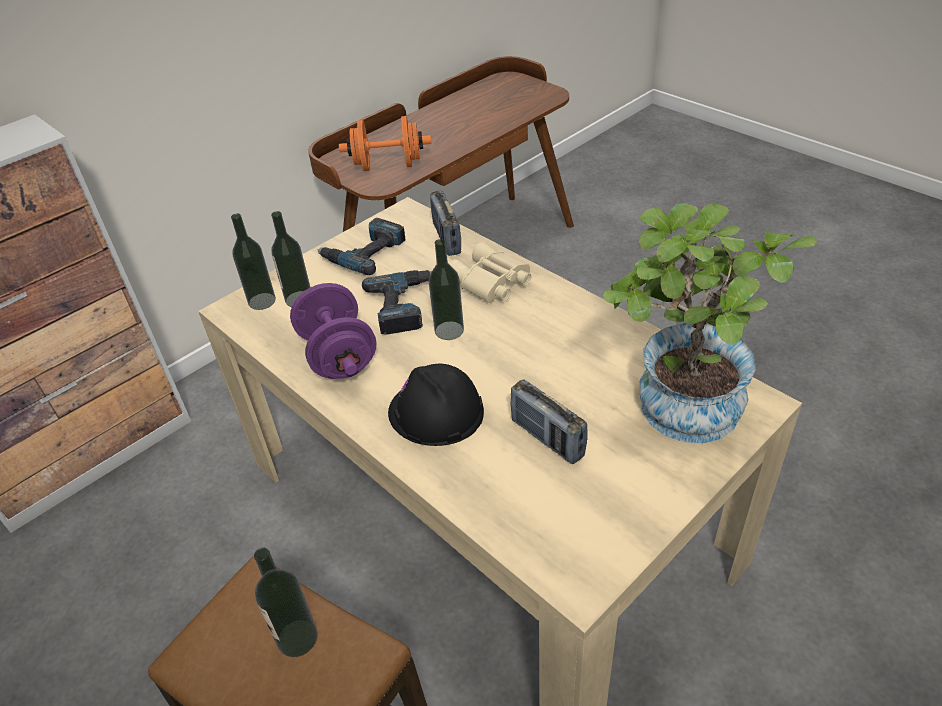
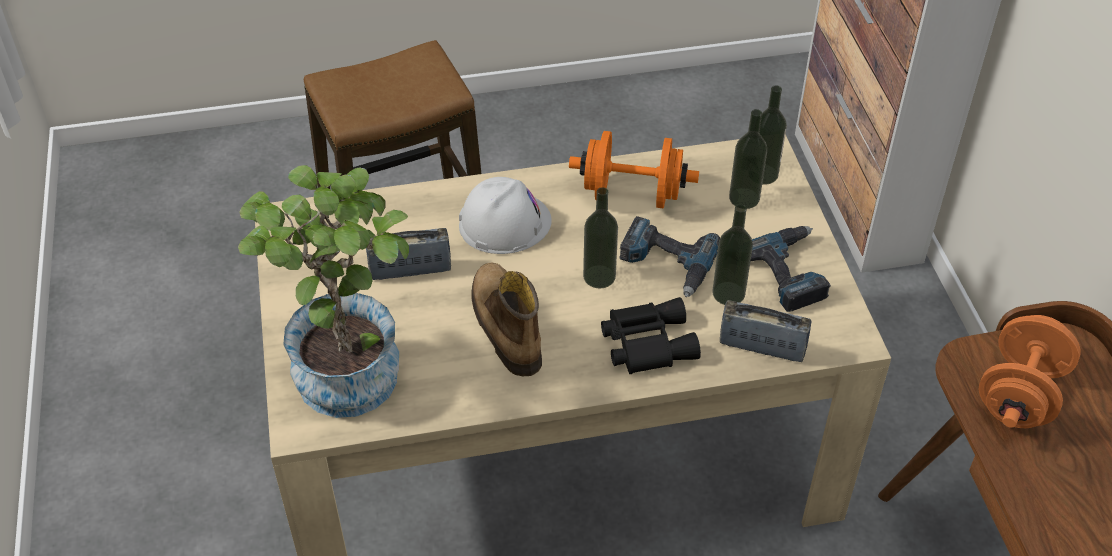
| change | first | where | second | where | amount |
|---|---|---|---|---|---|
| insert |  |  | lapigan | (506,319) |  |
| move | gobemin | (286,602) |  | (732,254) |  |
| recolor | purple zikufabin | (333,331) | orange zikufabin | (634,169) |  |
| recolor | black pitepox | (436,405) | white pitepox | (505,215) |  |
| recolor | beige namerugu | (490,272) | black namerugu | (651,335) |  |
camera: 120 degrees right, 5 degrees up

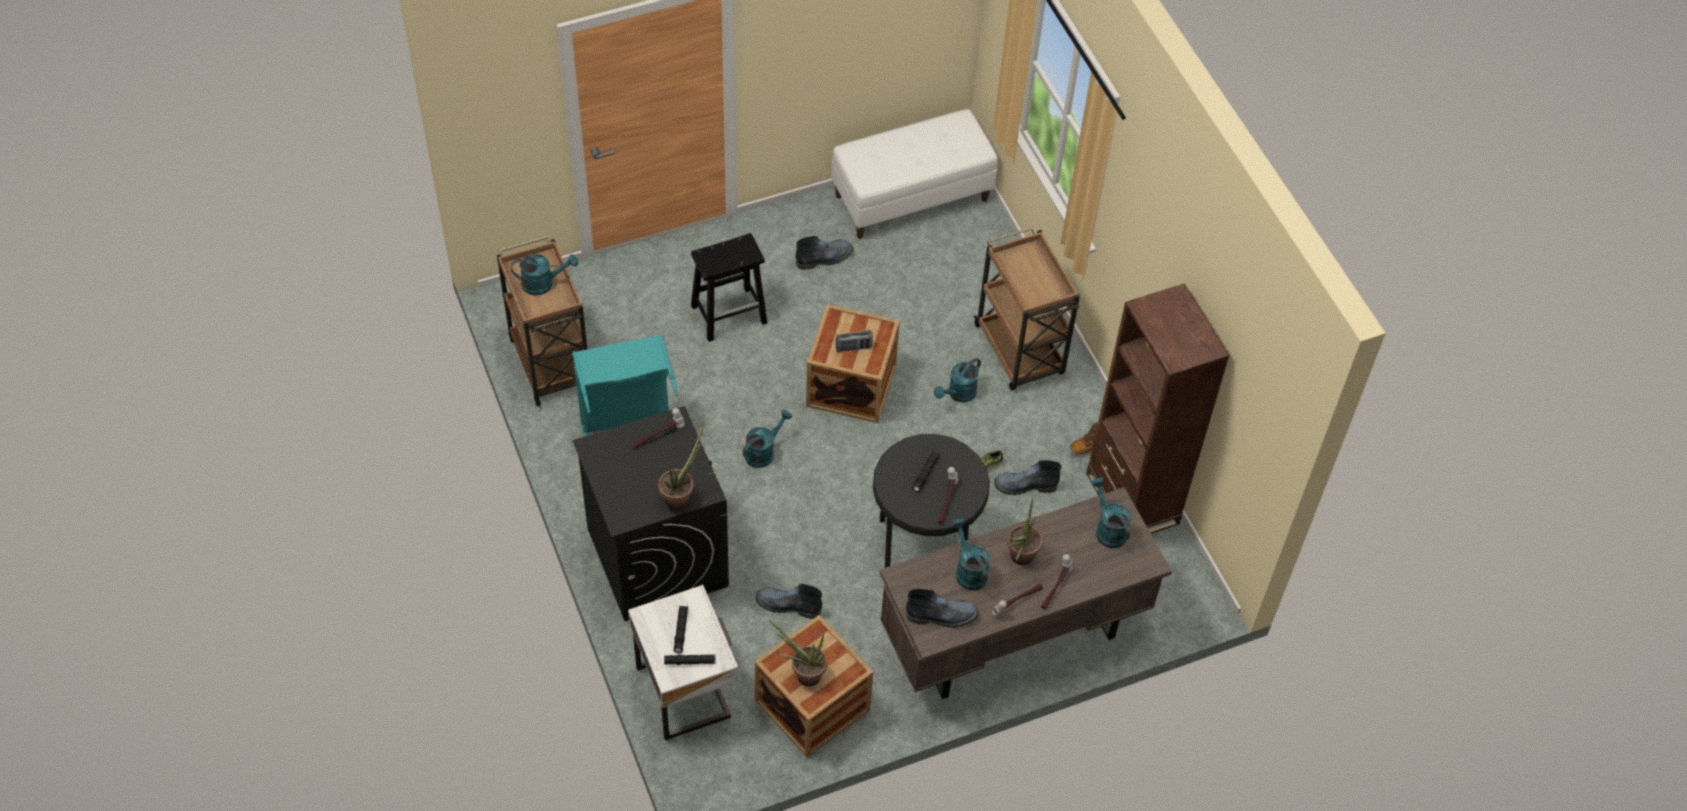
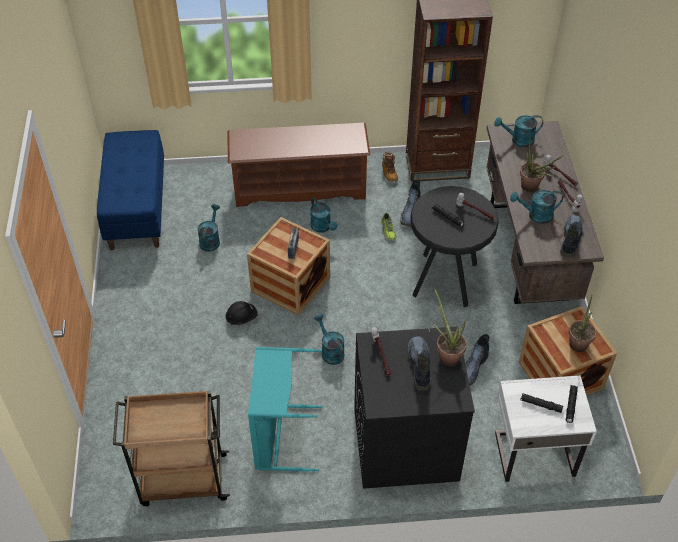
| change | first | where | second | where | amount |
|---|---|---|---|---|---|
| delete | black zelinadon | (729,287) |  |  |  |
| insert |  |  | black pitepox | (241,313) |  |
| move | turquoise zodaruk | (544,275) |  | (209,228) |  |
| move | lapigan | (824,253) |  | (419,363) |  |
| replace | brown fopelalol | (1027,308) | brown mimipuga | (298,165) |  |
| recolor | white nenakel | (914,174) | blue nenakel | (130,190) |  |
camera: 70 degrees left, 5 degrees down

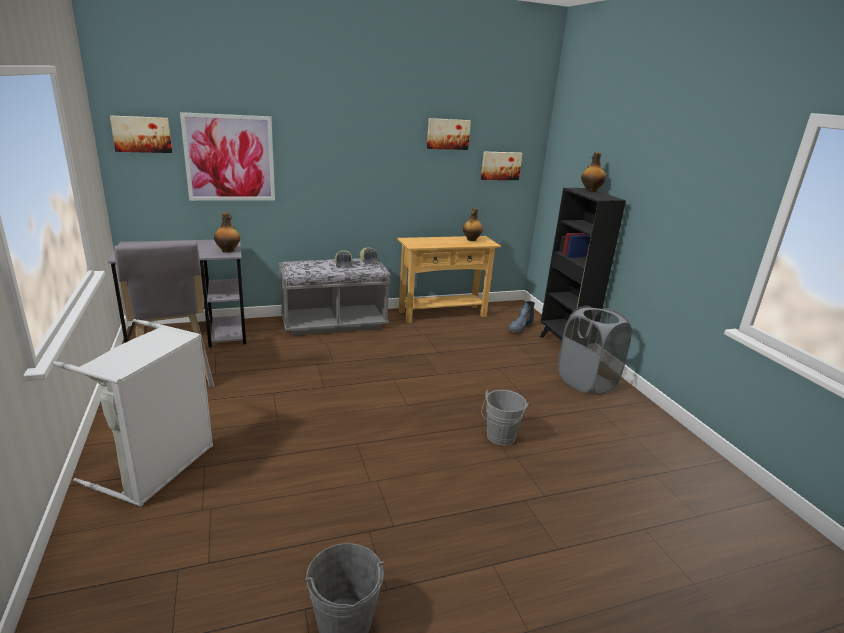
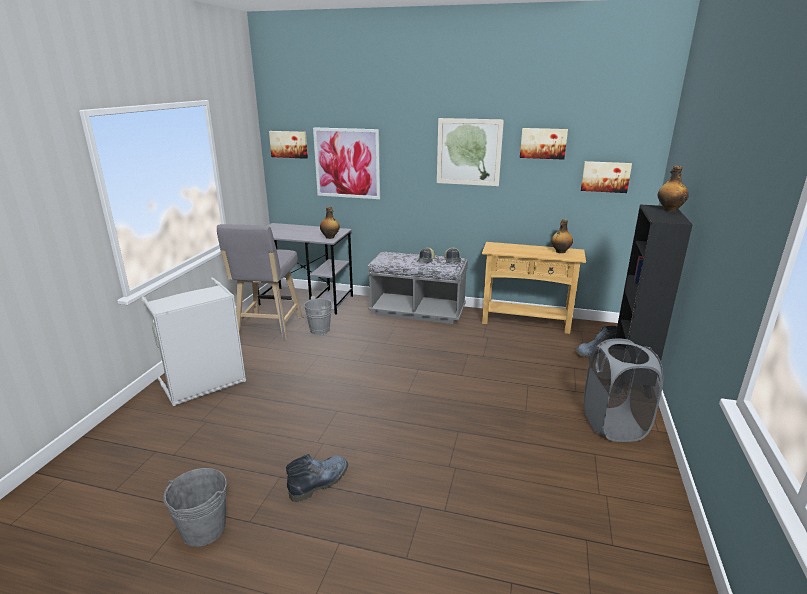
| change | first | where | second | where | amount |
|---|---|---|---|---|---|
| insert |  |  | lapigan | (317,478) |  |
| insert |  |  | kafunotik | (470,152) |  |
| move | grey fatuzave | (505,417) |  | (316,315) |  |
camera: 35 degrees right, 0 degrees up

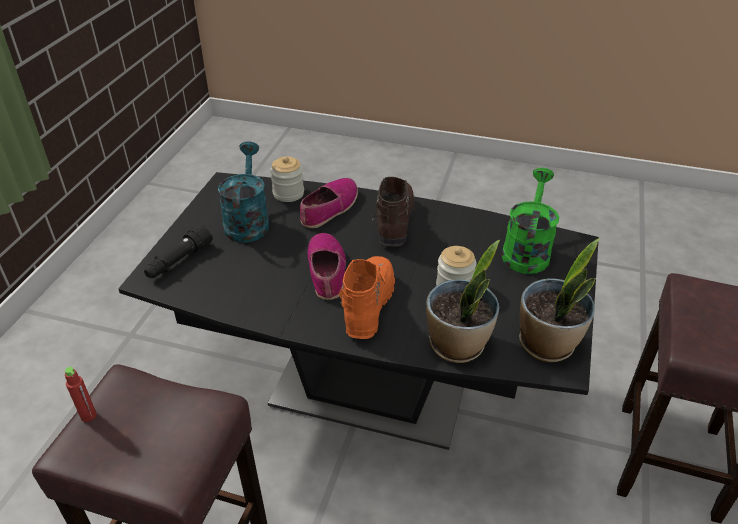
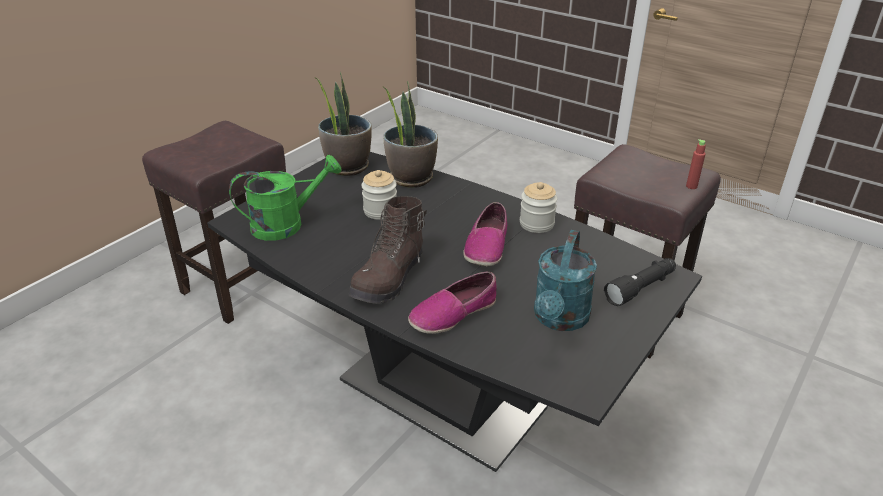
| change | first | where | second | where | amount |
|---|---|---|---|---|---|
| delete | orange lapigan | (367,297) |  |  |  |
| move | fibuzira | (287,179) |  | (539,207) |  |
| rotate | green zodaruk | (530,221) |  | (285,198) | 150 degrees counterclockwise |
camera: 160 degrees left, 5 degrees down

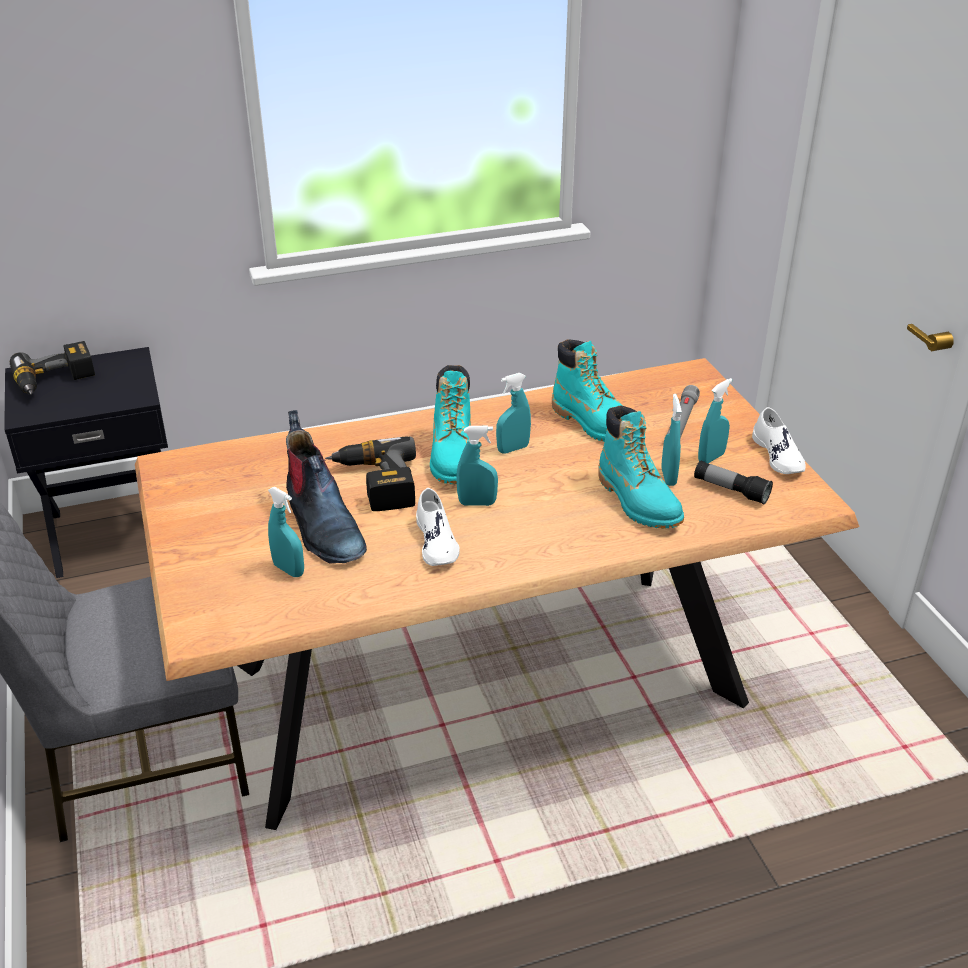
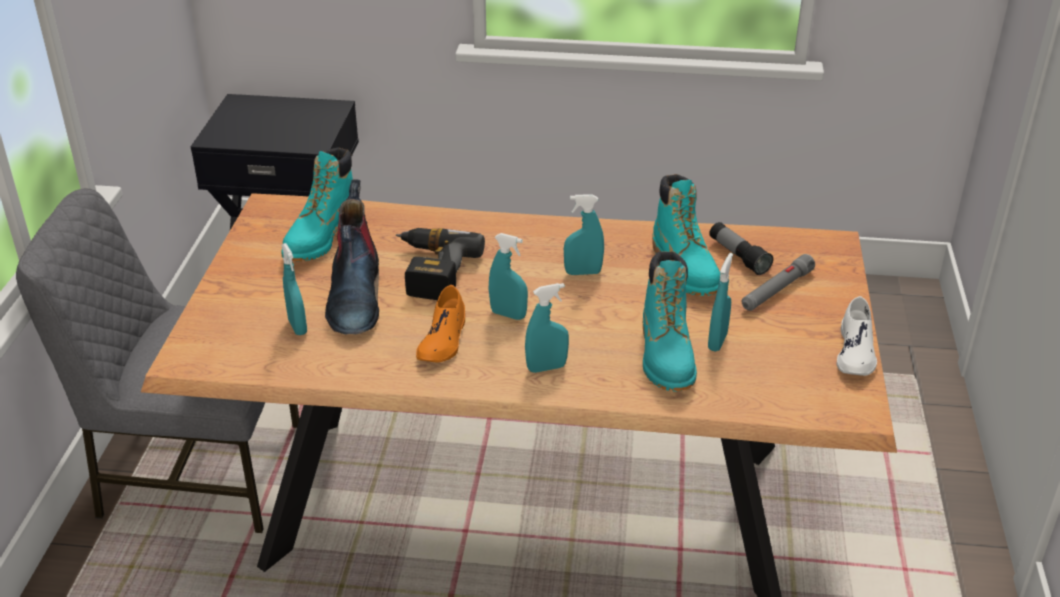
| change | first | where | second | where | amount |
|---|---|---|---|---|---|
| delete | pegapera | (52,368) |  |  |  |
| move | turquoise lapigan | (450,424) |  | (317,204) |  |
| move | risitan | (733,483) |  | (741,248) |  |
| move | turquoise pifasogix | (715,420) |  | (547,328) |  |
| recolor | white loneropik | (438,527) | orange loneropik | (440,323) |  |
camera: 25 degrees right, 0 degrees up

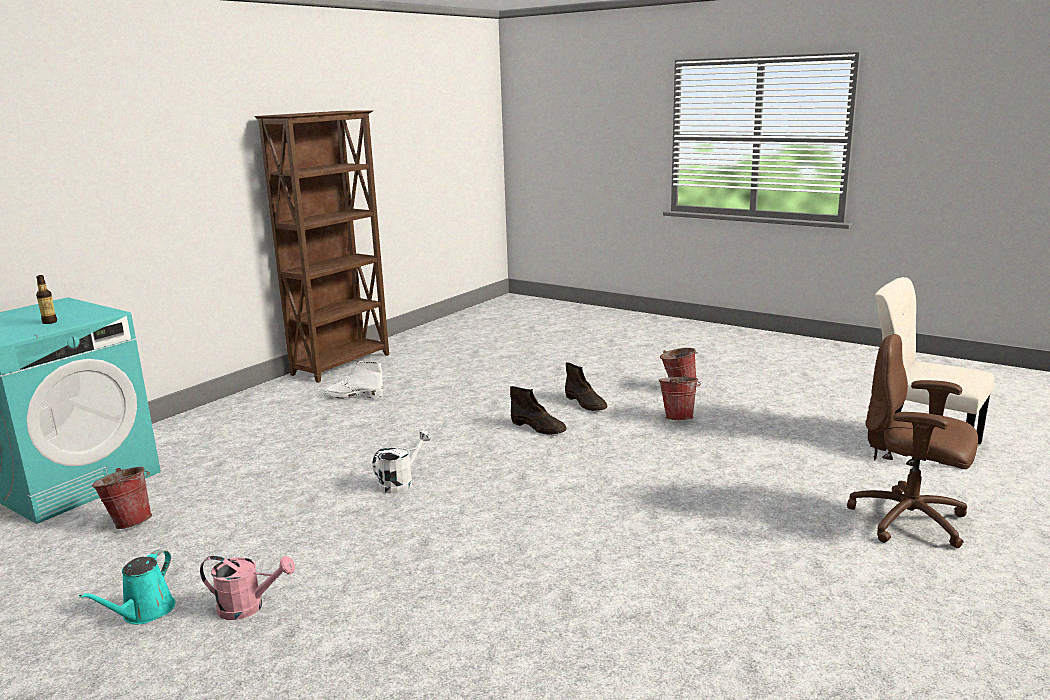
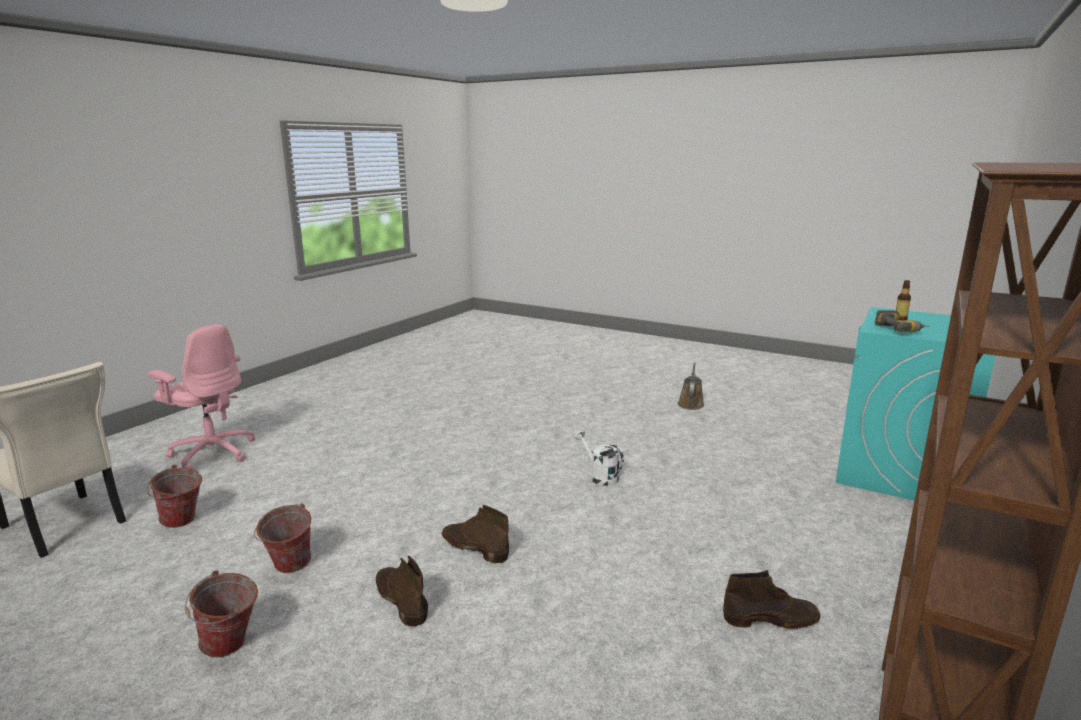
| change | first | where | second | where | amount |
|---|---|---|---|---|---|
| delete | pink zodaruk | (247,588) |  |  |  |
| insert |  |  | pegapera | (902,321) |  |
| move | fatuzave | (122,498) |  | (174,496) |  |
| recolor | turquoise zodaruk | (127,587) | brown zodaruk | (691,386) |  |
| recolor | white lapigan | (354,380) | brown lapigan | (771,599) |  |
| recolor | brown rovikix | (912,441) | pink rovikix | (201,396) |  |
| rotate | white zodaruk | (401,462) |  | (599,458) | 105 degrees clockwise |
camera: 175 degrees right, 0 degrees up

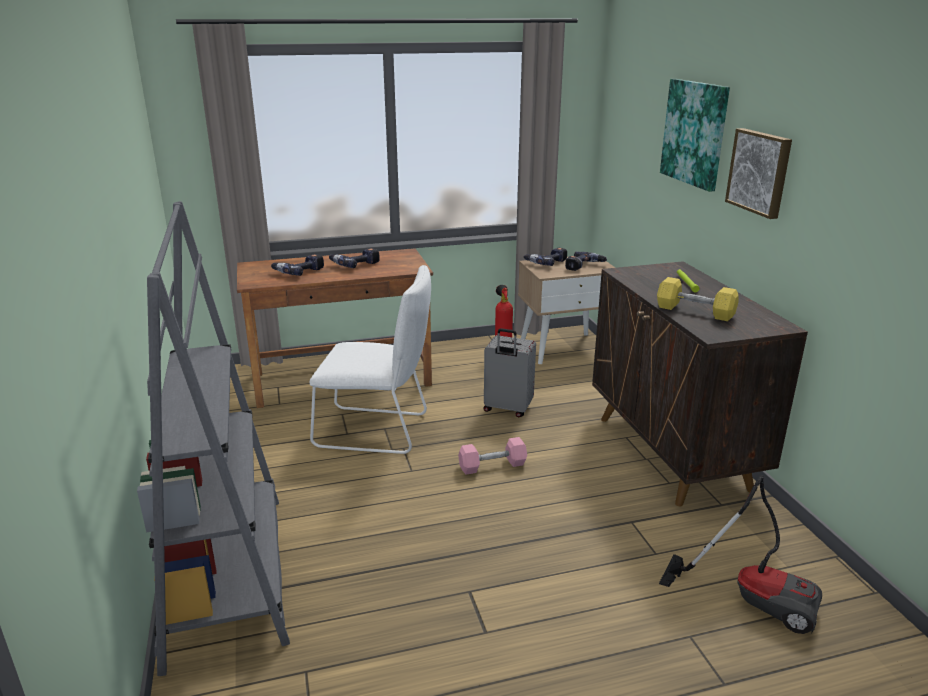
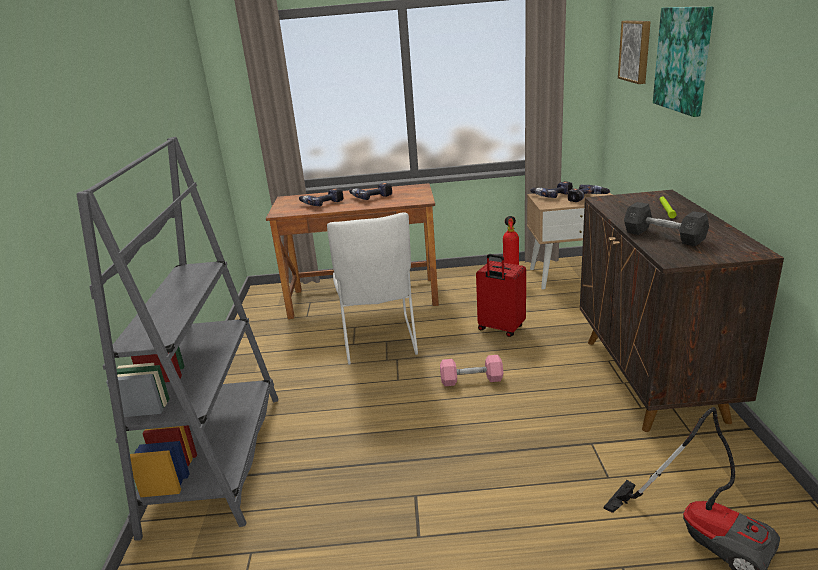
| change | first | where | second | where | amount |
|---|---|---|---|---|---|
| move | kafunotik | (758,173) |  | (634,52) |  |
| recolor | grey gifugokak | (510,372) | red gifugokak | (501,295) |  |
| recolor | yellow zikufabin | (698,299) | grey zikufabin | (666,224) |  |
| rotate | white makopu | (370,359) |  | (372,288) | 60 degrees clockwise |
camera: 15 degrees right, 0 degrees up

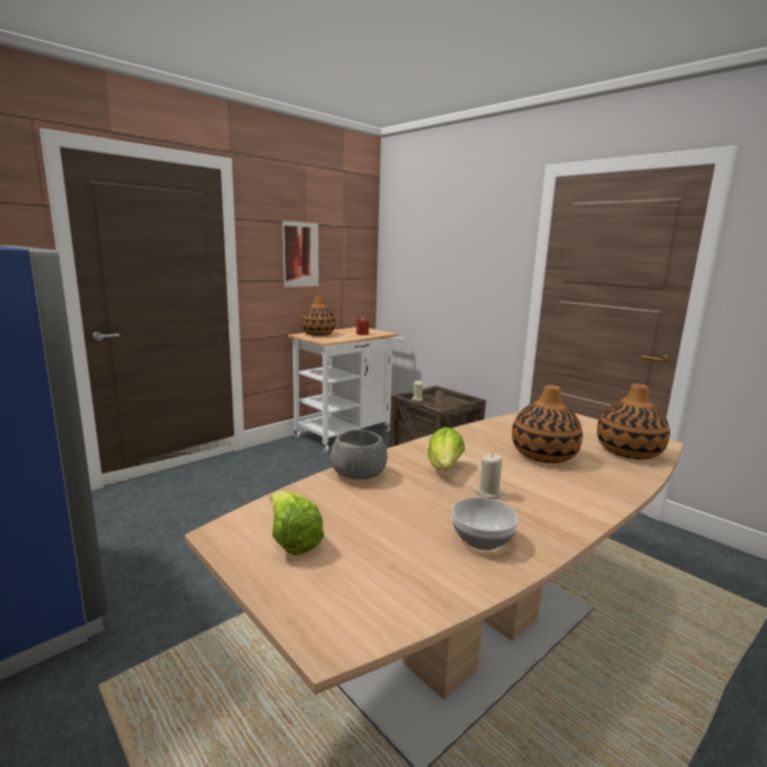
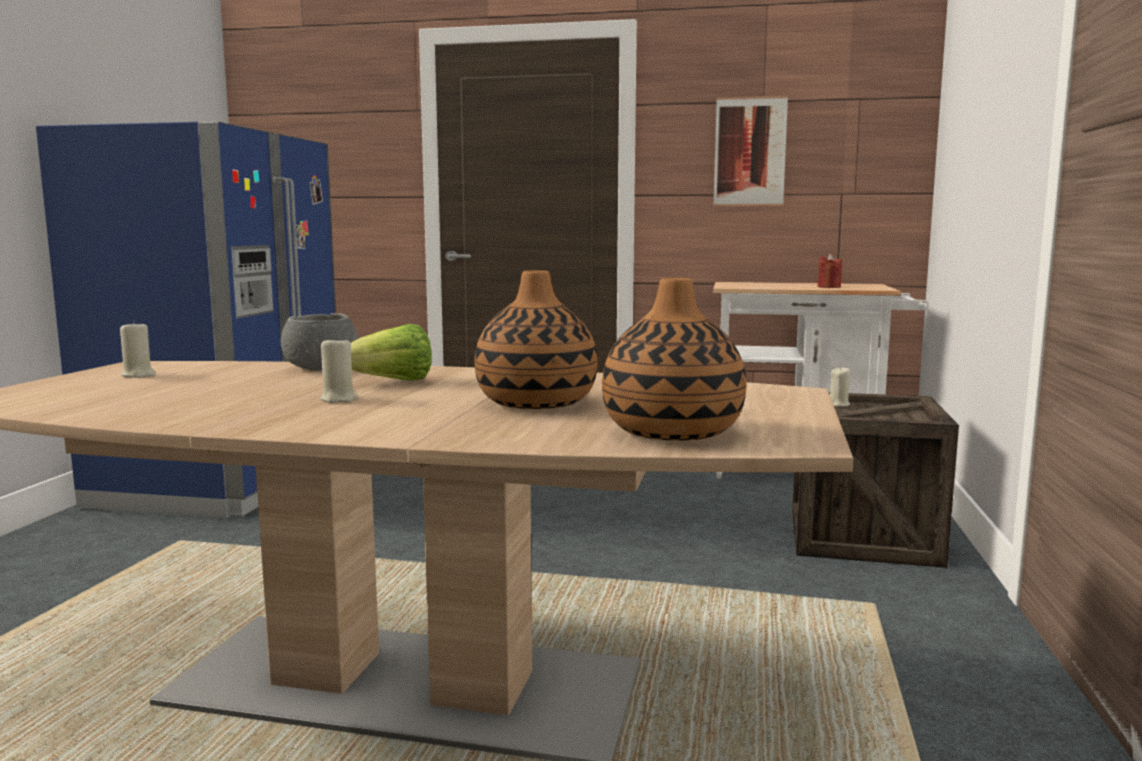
| change | first | where | second | where | amount |
|---|---|---|---|---|---|
| delete | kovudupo | (318,316) |  |  |  |
| delete | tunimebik | (485,523) |  |  |  |
| replace | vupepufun | (297,523) | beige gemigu | (138,349) |  |
camera: 55 degrees right, 5 degrees down

